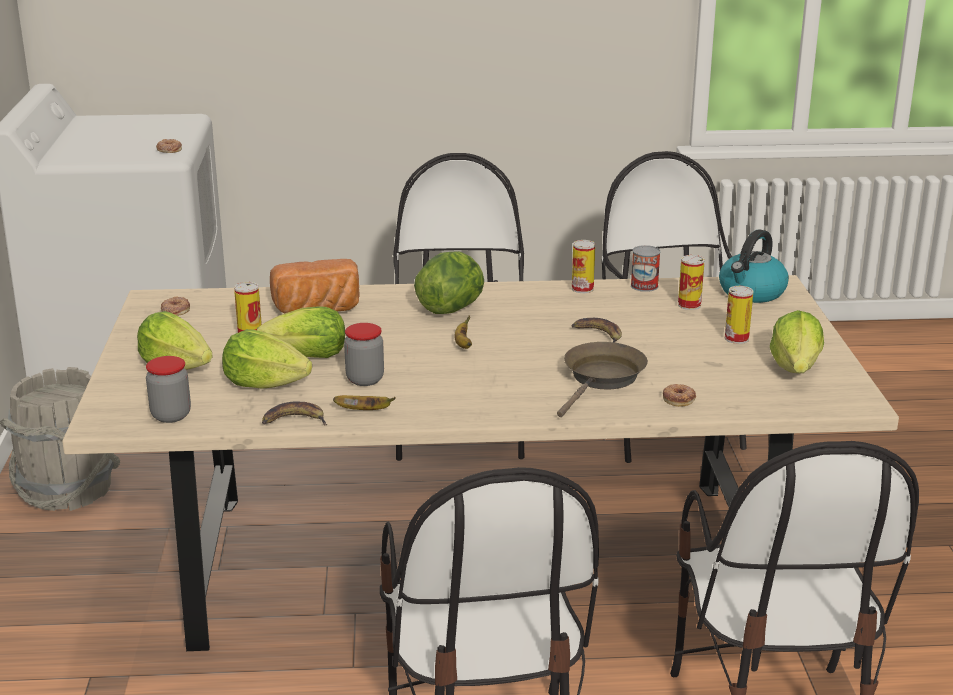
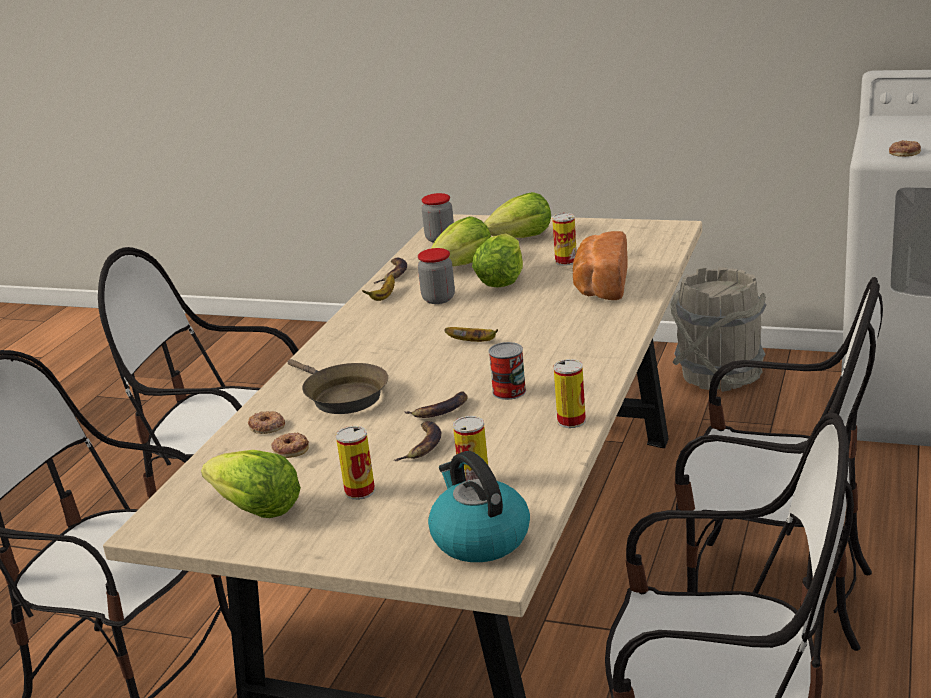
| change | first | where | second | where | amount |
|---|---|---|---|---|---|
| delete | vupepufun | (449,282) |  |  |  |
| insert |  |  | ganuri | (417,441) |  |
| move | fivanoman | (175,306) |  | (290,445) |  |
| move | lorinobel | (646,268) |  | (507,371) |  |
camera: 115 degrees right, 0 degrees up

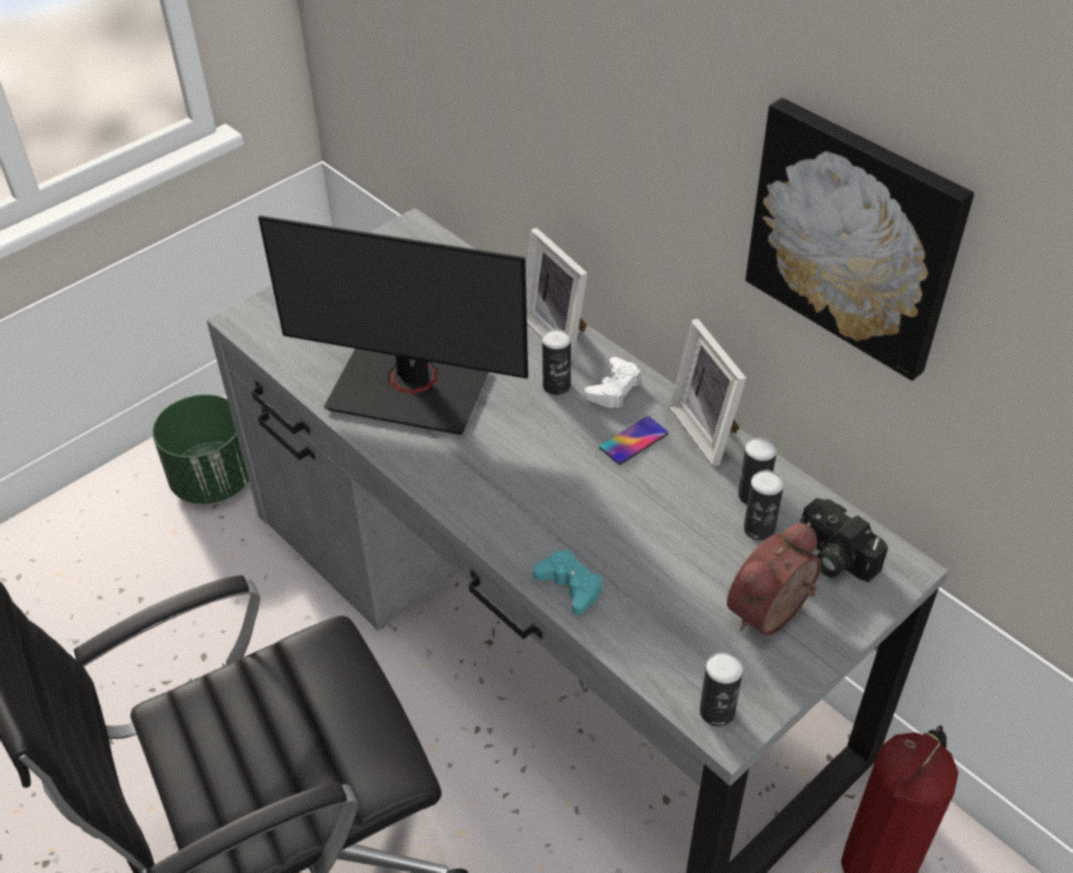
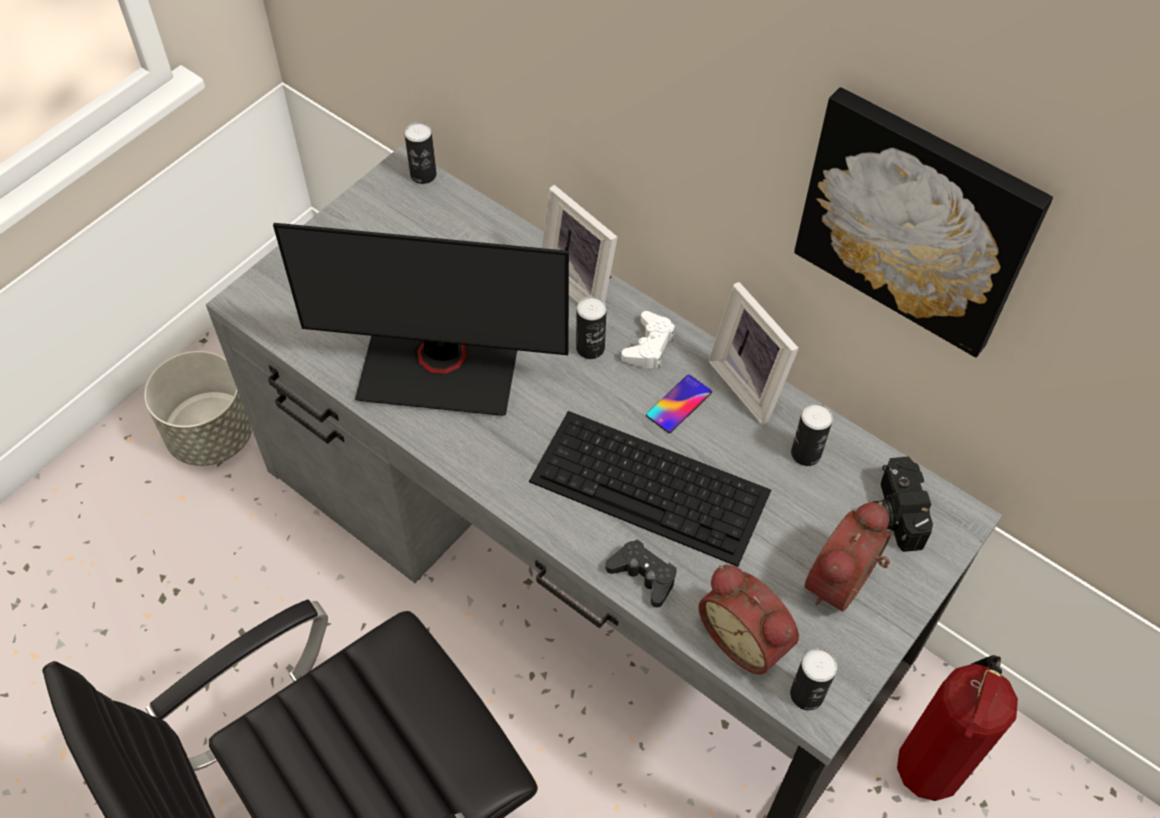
| change | first | where | second | where | amount |
|---|---|---|---|---|---|
| insert |  |  | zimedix | (650,489) |  |
| insert |  |  | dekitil | (748,620) |  |
| move | lorinobel | (764,505) |  | (420,153) |  |
| recolor | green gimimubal | (200,449) | grey gimimubal | (198,408) |  |
| recolor | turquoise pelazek | (568,582) | black pelazek | (641,573) |  |
| rotate | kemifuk | (844,540) |  | (901,504) | 45 degrees clockwise |
camera: 10 degrees left, 10 degrees up

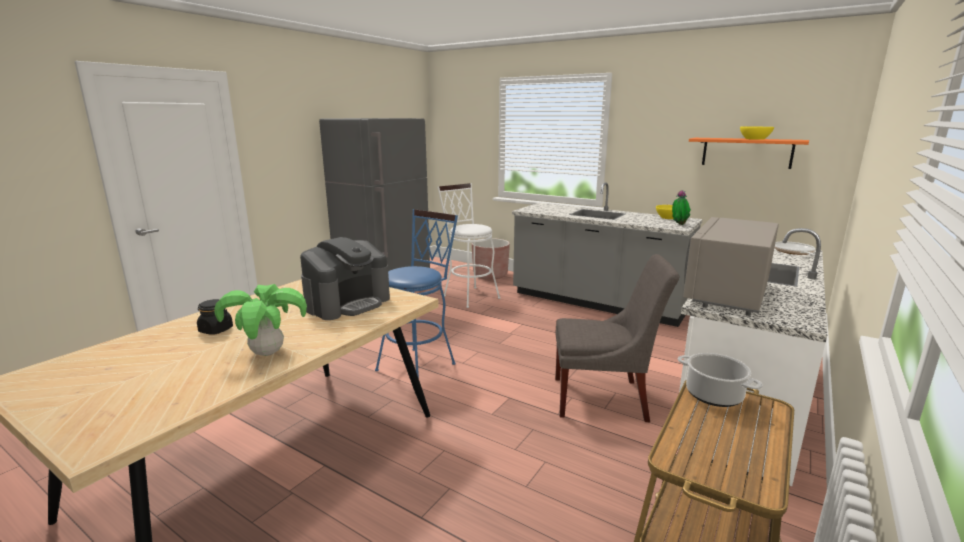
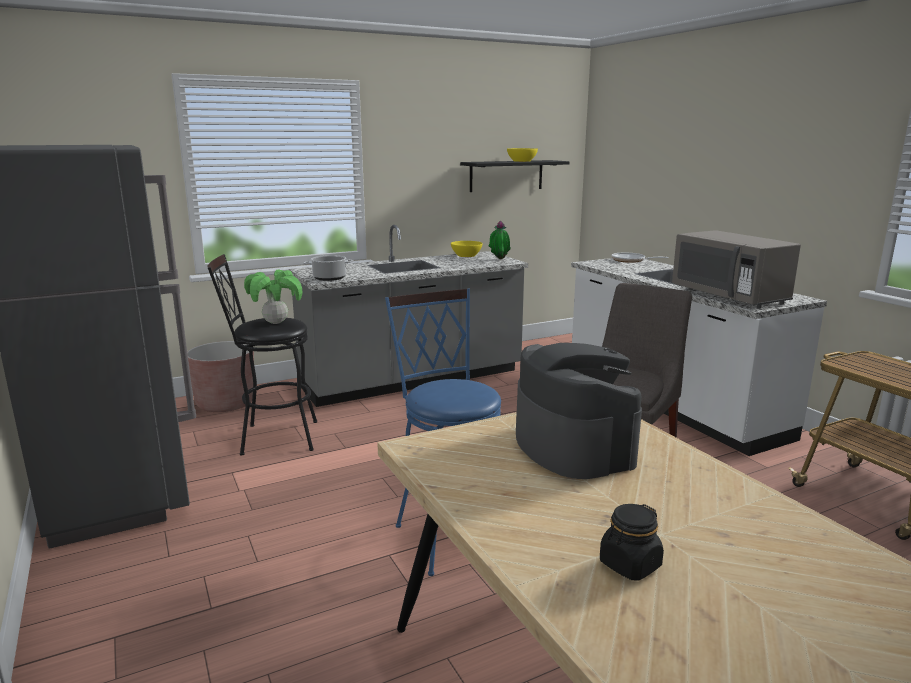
| change | first | where | second | where | amount |
|---|---|---|---|---|---|
| move | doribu | (261,320) |  | (273,296) |  |
| move | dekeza | (720,380) |  | (328,268) |  |
| recolor | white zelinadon | (469,245) | black zelinadon | (262,354) |  |
| recolor | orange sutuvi | (749,153) | black sutuvi | (515,176) |  |
camera: 60 degrees left, 0 degrees up

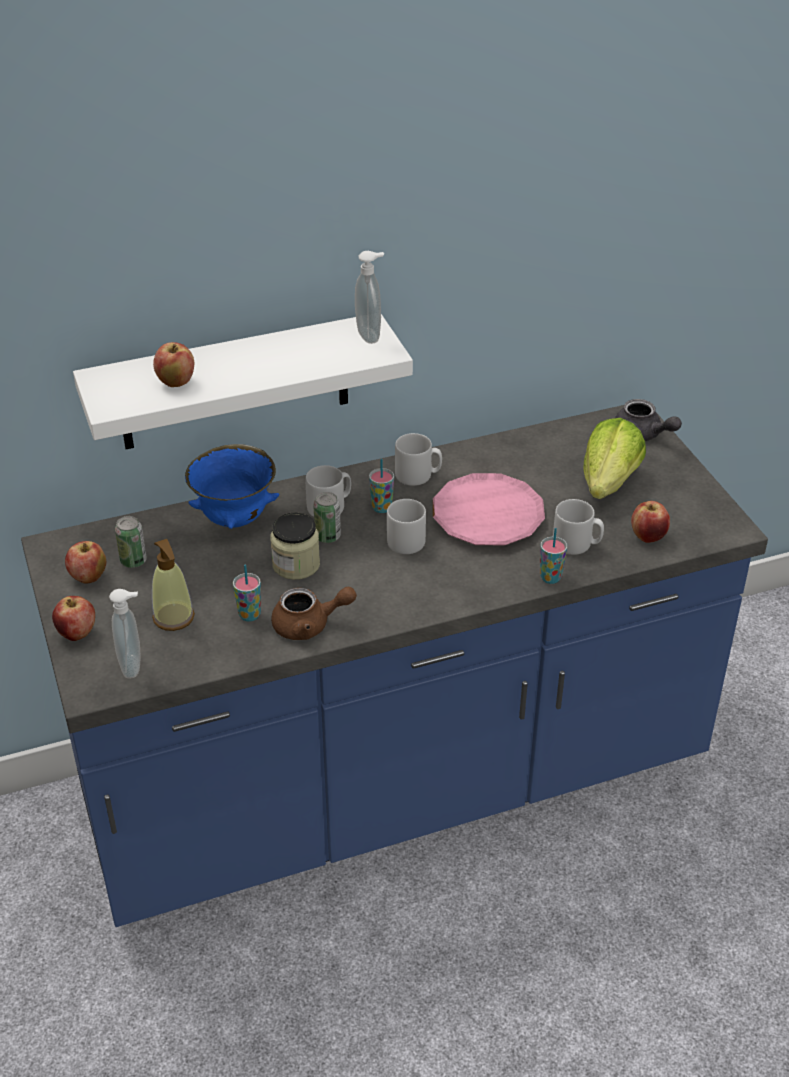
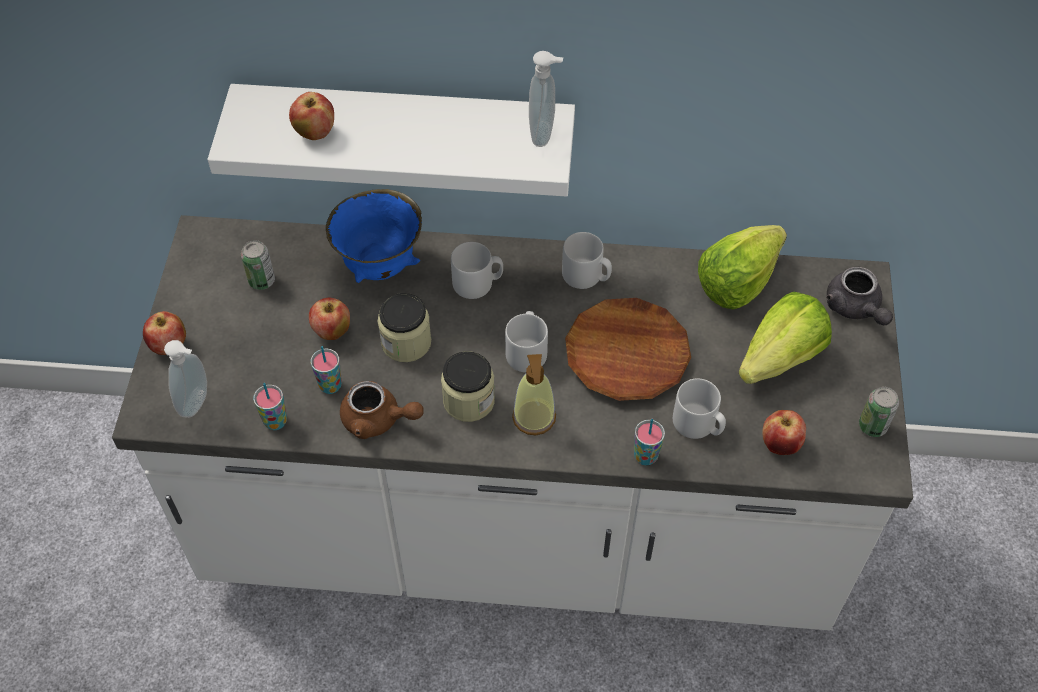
| change | first | where | second | where | amount |
|---|---|---|---|---|---|
| insert |  |  | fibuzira | (468,386) |  |
| insert |  |  | vupepufun | (742,267) |  |
| move | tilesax | (85,562) |  | (329,319) |  |
| move | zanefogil | (173,585) |  | (534,394) |  |
| move | lorinobel | (327,517) |  | (879,412) |  |
| move | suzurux | (381,486) |  | (270,406) |  |
| recolor | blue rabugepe | (394,666) | white rabugepe | (512,422) |  |
| recolor | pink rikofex | (489,509) | brown rikofex | (628,349) |  |
camera: 25 degrees right, 15 degrees up

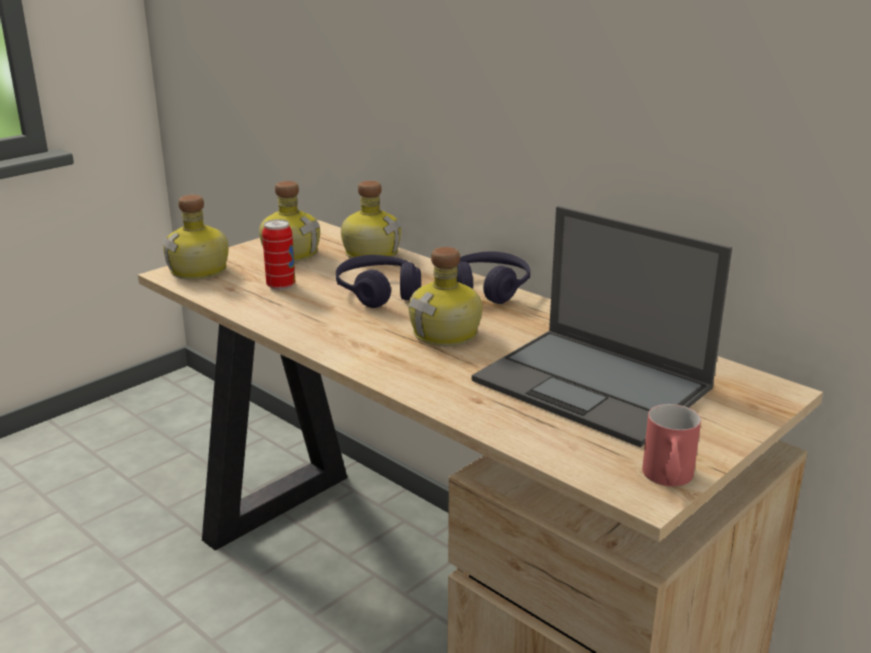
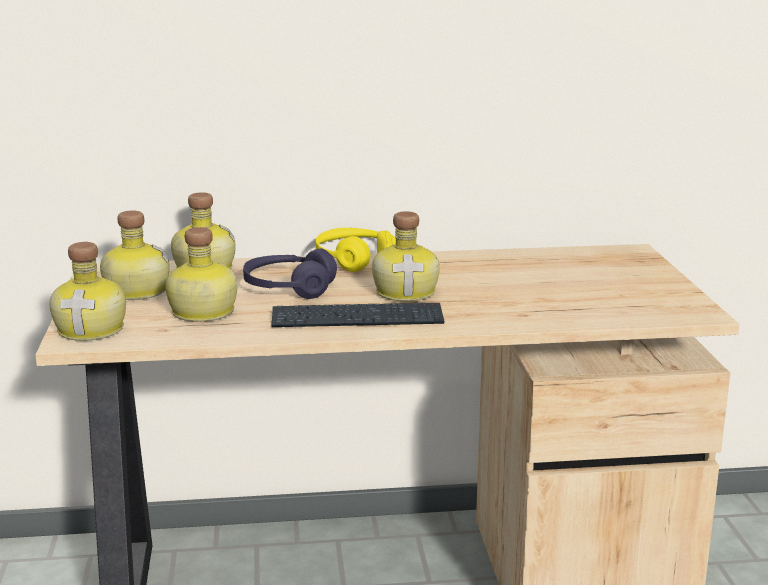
| change | first | where | second | where | amount |
|---|---|---|---|---|---|
| delete | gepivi | (602,326) |  |  |  |
| delete | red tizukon | (671,445) |  |  |  |
| insert |  |  | zimedix | (358,315) |  |
| replace | lorinobel | (278,255) | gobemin | (201,274) |  |
| recolor | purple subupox | (493,277) | yellow subupox | (355,250) |  |
camera: 50 degrees left, 5 degrees down

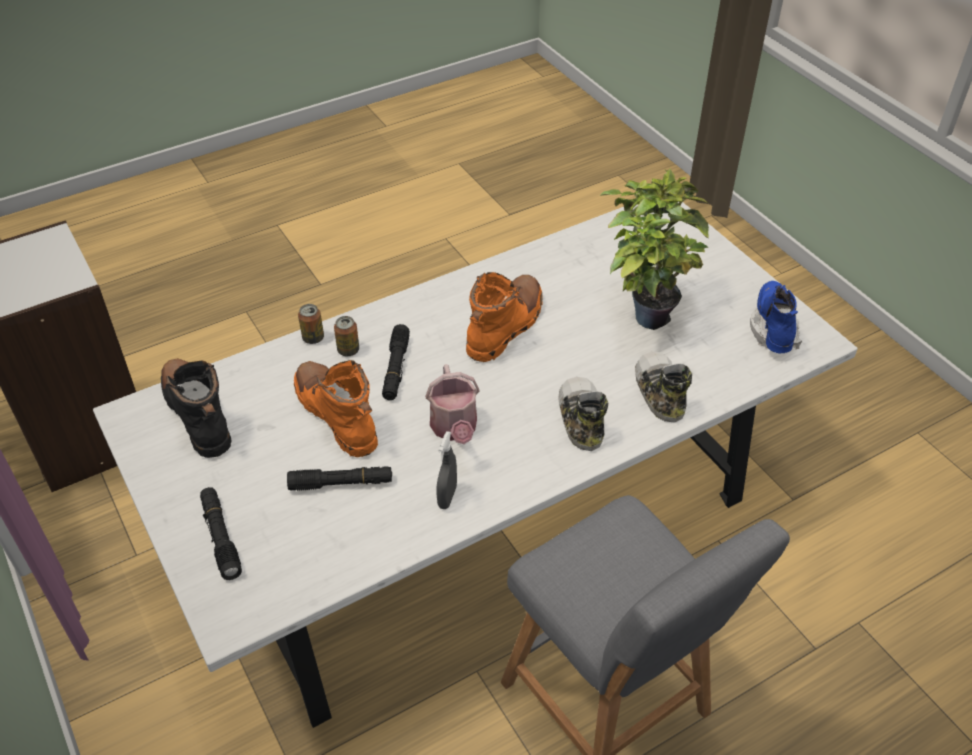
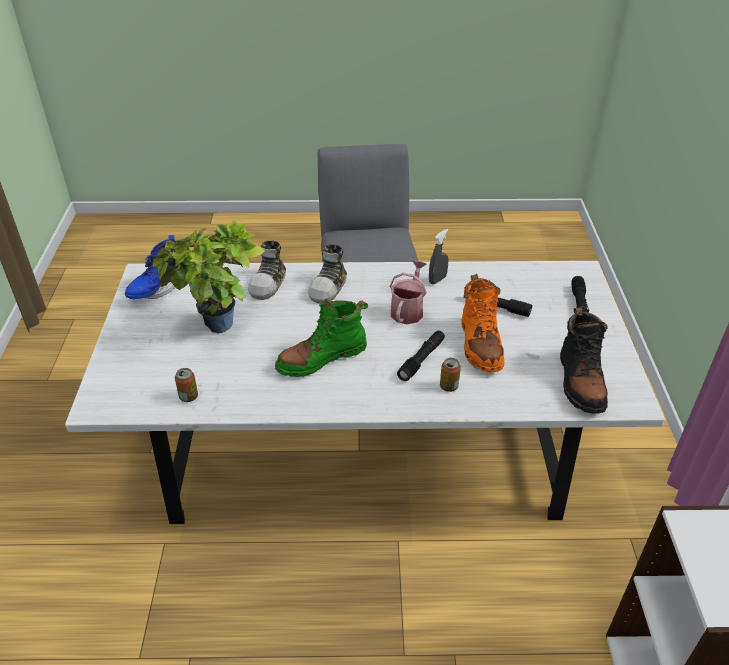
| change | first | where | second | where | amount |
|---|---|---|---|---|---|
| move | lorinobel | (311,324) |  | (186,385) |  |
| recolor | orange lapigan | (504,317) | green lapigan | (321,338) |  |
camera: 150 degrees left, 5 degrees down

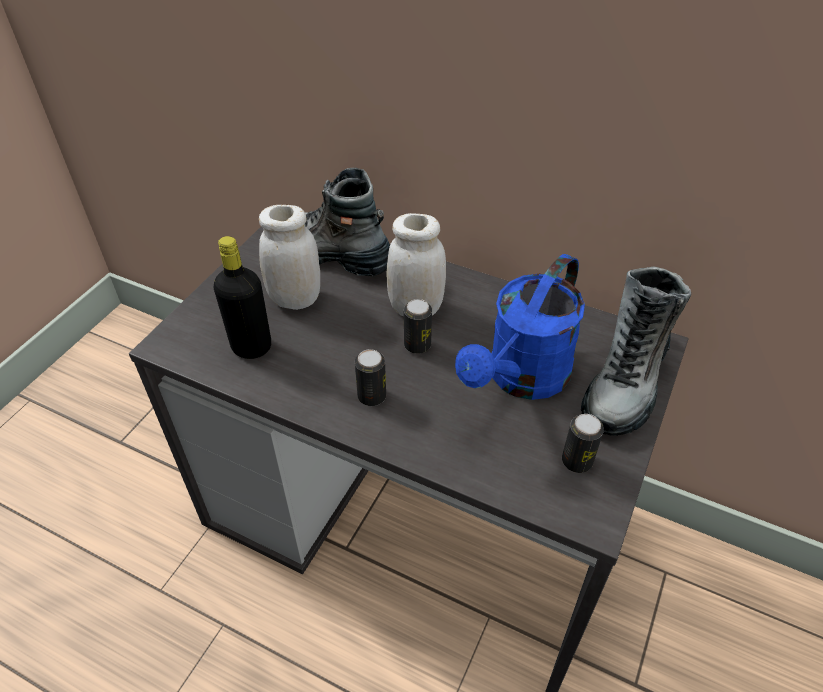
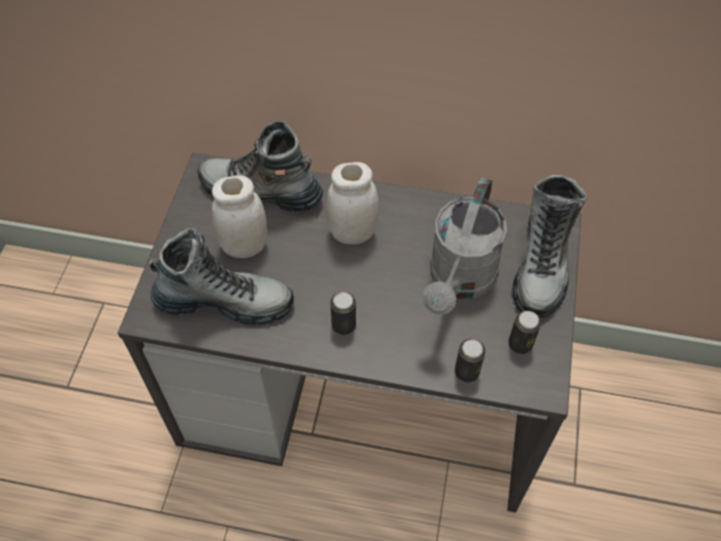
| change | first | where | second | where | amount |
|---|---|---|---|---|---|
| move | lorinobel | (418,326) |  | (470,360) |  |
| replace | black gobemin | (242,297) | lapigan | (221,276) |  |
| recolor | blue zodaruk | (520,327) | grey zodaruk | (464,246) |  |
camera: 15 degrees left, 10 degrees up

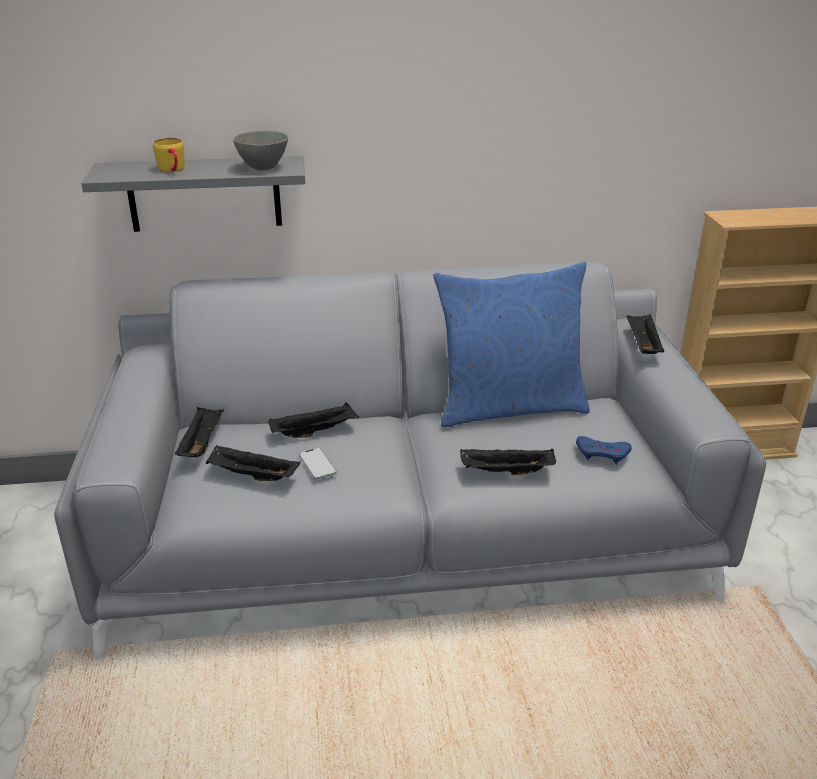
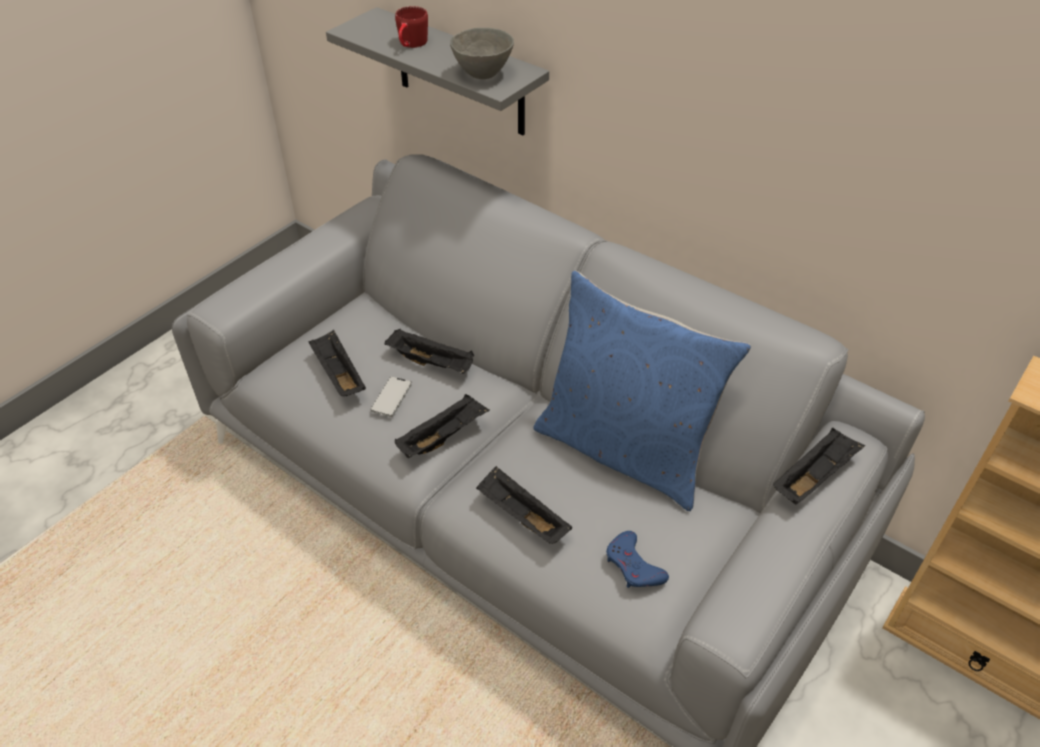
| change | first | where | second | where | amount |
|---|---|---|---|---|---|
| move | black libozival | (199,432) |  | (442,426) |  |
| recolor | yellow tizukon | (169,155) | red tizukon | (411,27) |  |
camera: 45 degrees right, 15 degrees up

